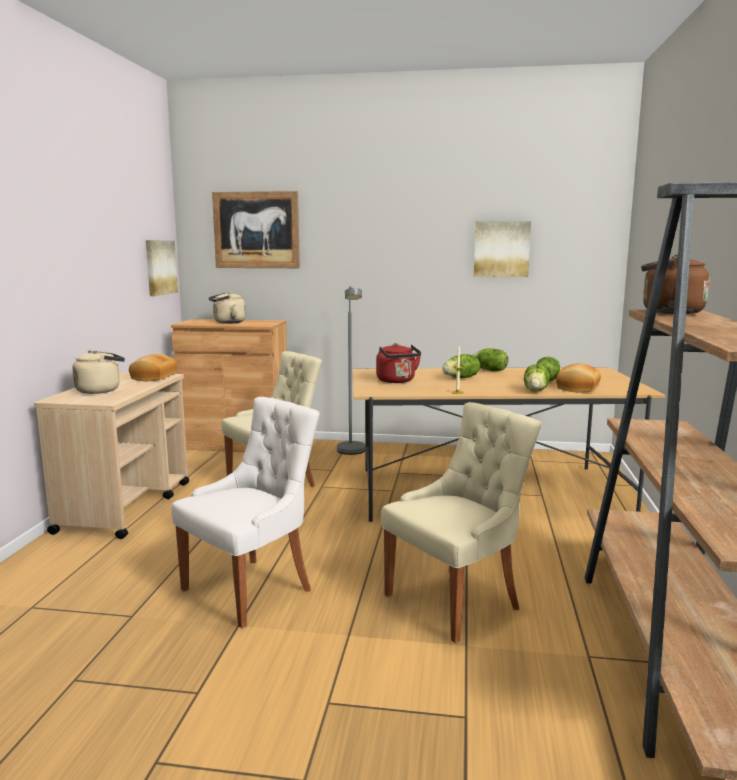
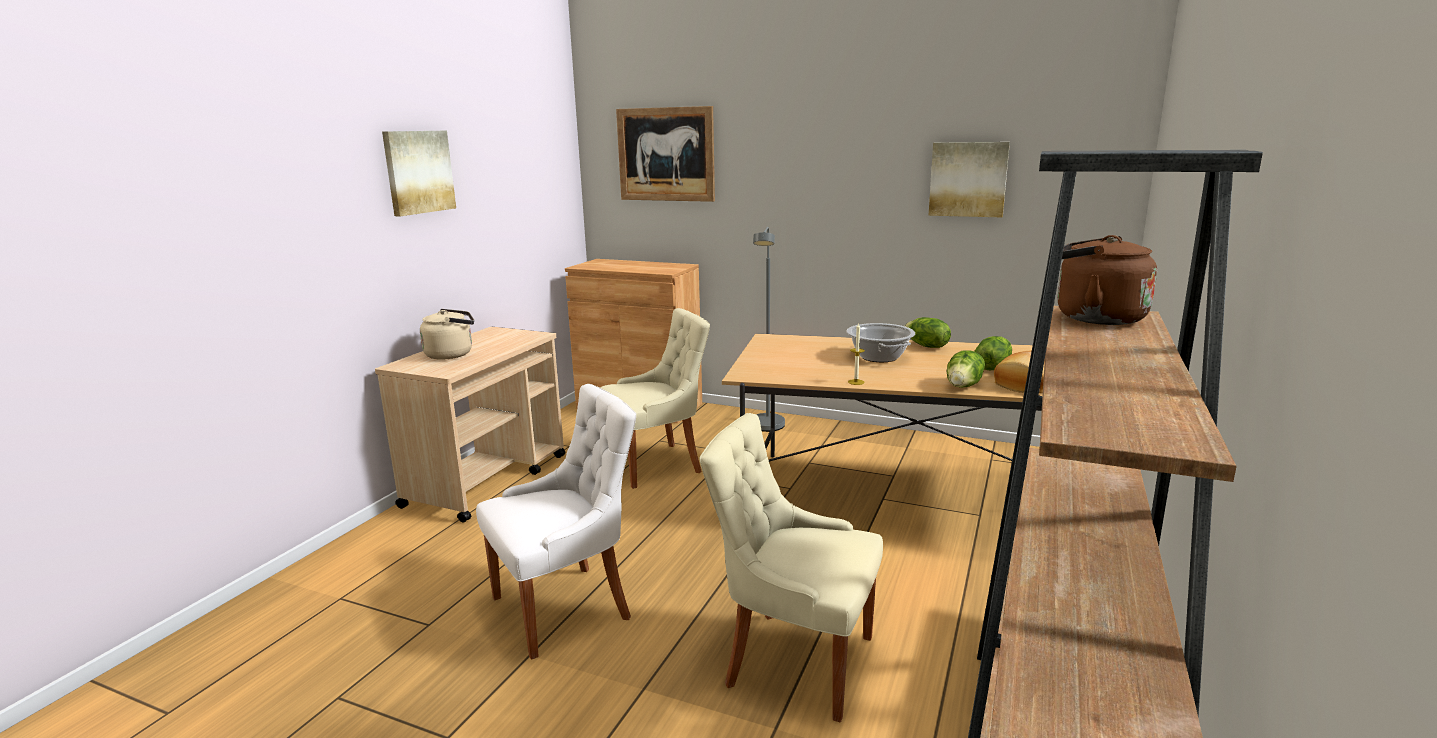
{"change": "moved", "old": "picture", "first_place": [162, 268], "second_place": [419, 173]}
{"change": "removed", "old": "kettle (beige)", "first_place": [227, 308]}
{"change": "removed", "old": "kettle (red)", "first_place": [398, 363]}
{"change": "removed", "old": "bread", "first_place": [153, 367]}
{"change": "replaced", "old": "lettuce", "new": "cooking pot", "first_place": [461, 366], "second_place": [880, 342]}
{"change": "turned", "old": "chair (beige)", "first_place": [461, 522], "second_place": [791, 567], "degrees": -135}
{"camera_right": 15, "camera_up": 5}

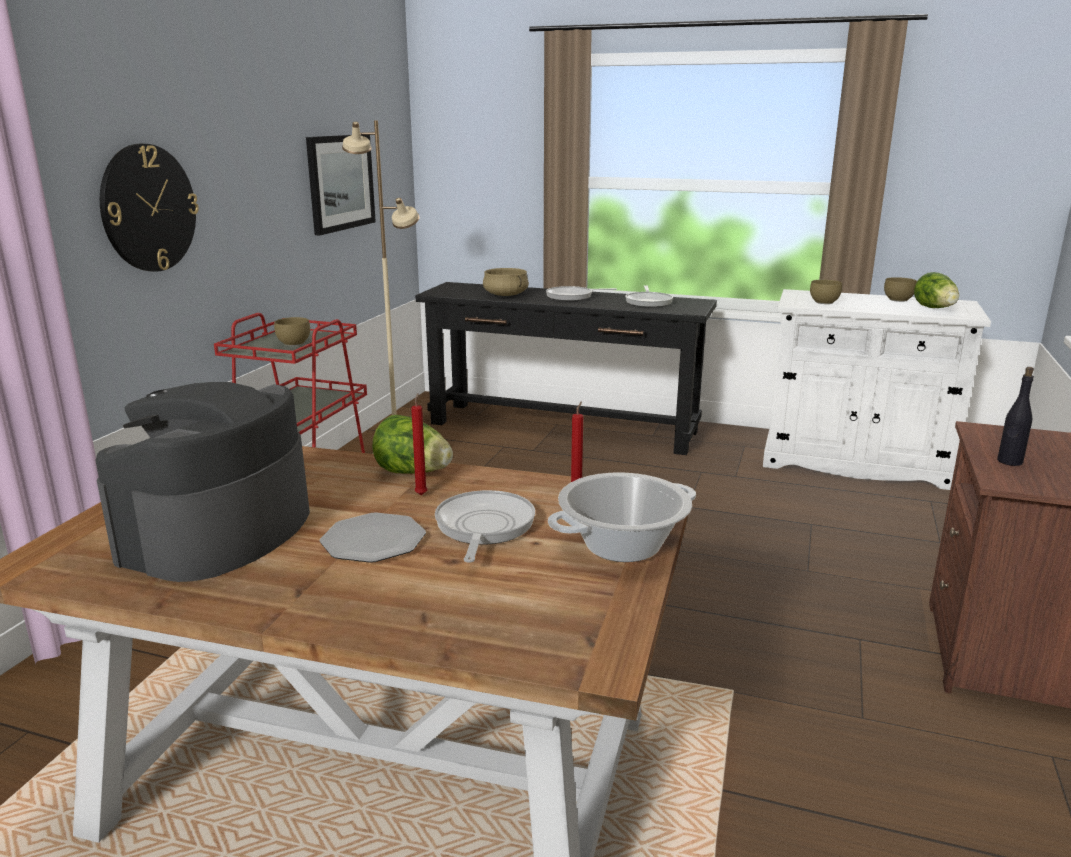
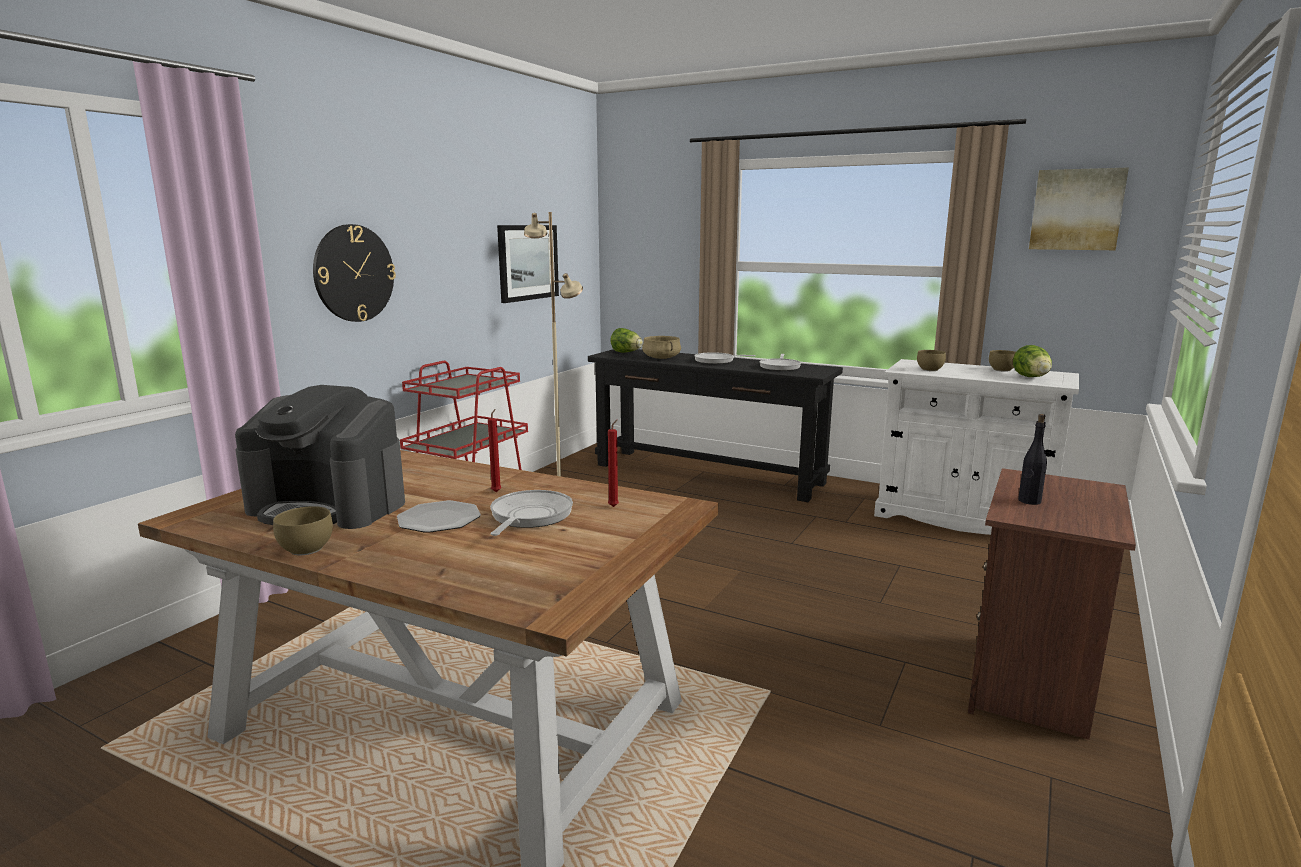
{"change": "moved", "old": "bowl (brown)", "first_place": [292, 331], "second_place": [303, 530]}
{"change": "turned", "old": "coffee machine", "first_place": [202, 482], "second_place": [320, 457], "degrees": -105}
{"change": "moved", "old": "lettuce", "first_place": [412, 444], "second_place": [626, 340]}
{"change": "removed", "old": "cooking pot", "first_place": [622, 517]}
{"change": "added", "new": "picture", "second_place": [1079, 208]}
{"camera_right": 10, "camera_up": -5}

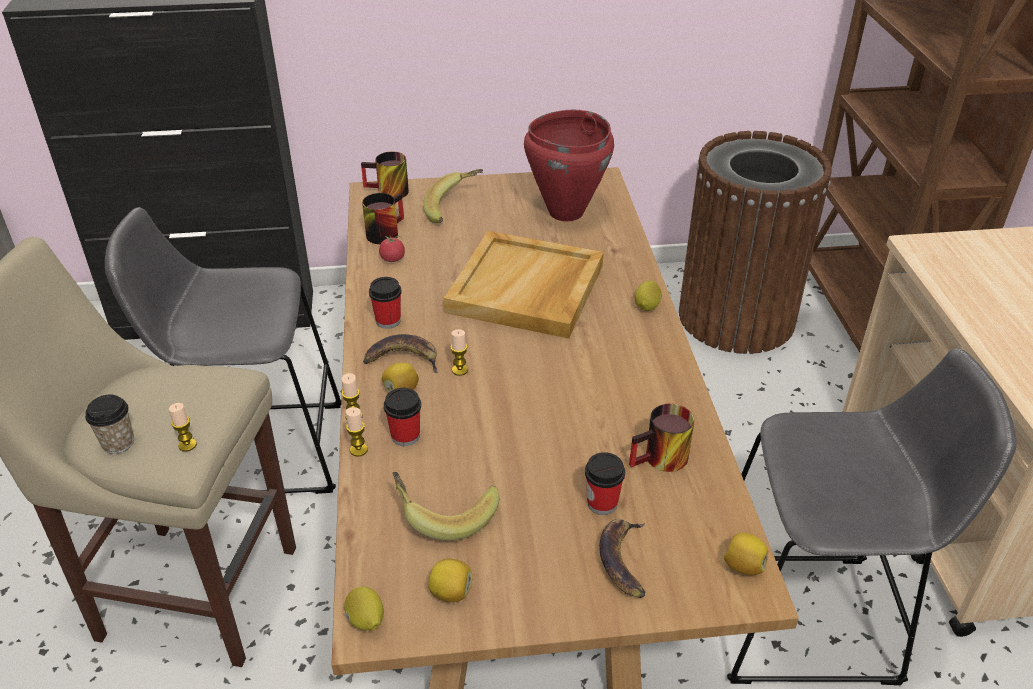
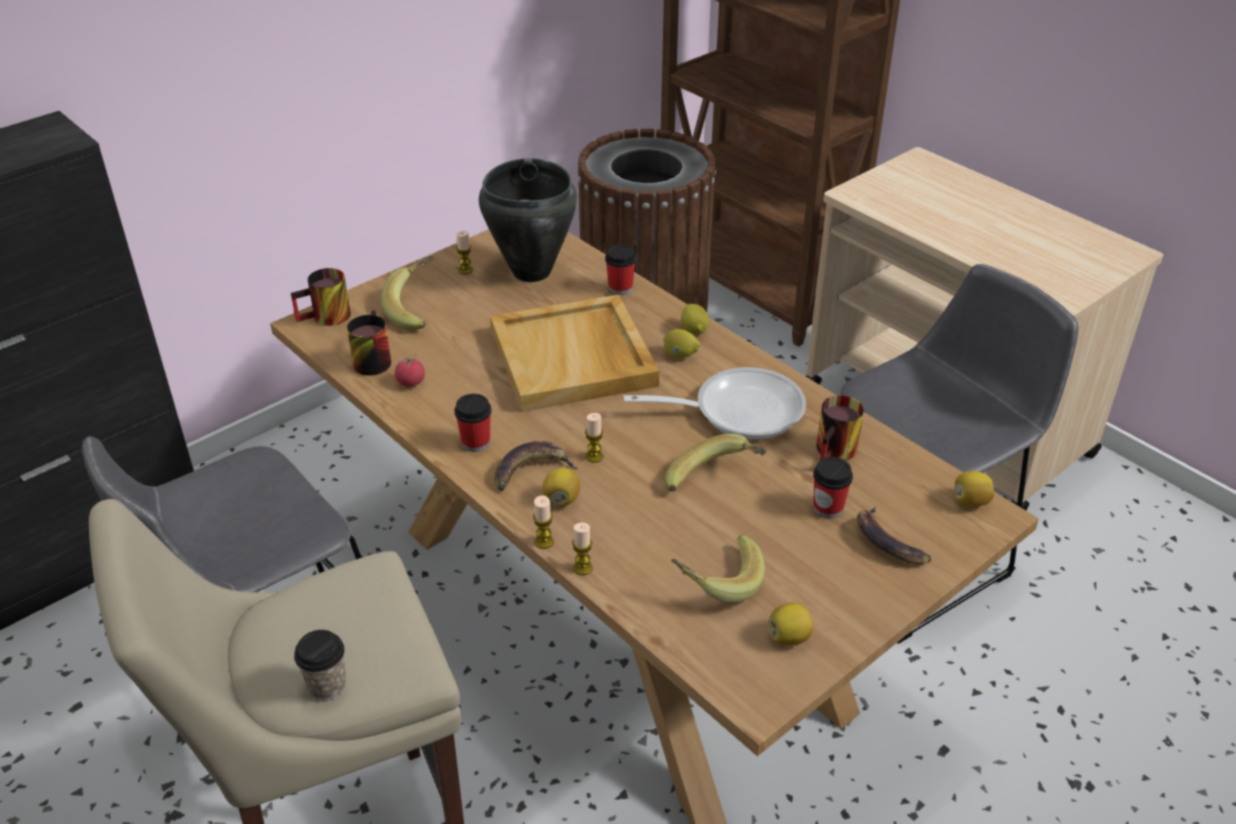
{"change": "recoloured", "old": "cooking pot (red)", "new": "cooking pot (black)", "first_place": [569, 165], "second_place": [528, 220]}
{"change": "moved", "old": "cup", "first_place": [402, 417], "second_place": [620, 269]}
{"change": "moved", "old": "candle", "first_place": [183, 427], "second_place": [464, 253]}
{"change": "moved", "old": "lemon", "first_place": [364, 608], "second_place": [681, 343]}
{"change": "added", "new": "frying pan", "second_place": [714, 403]}
{"change": "added", "new": "banana", "second_place": [716, 462]}
{"camera_right": -35, "camera_up": 0}

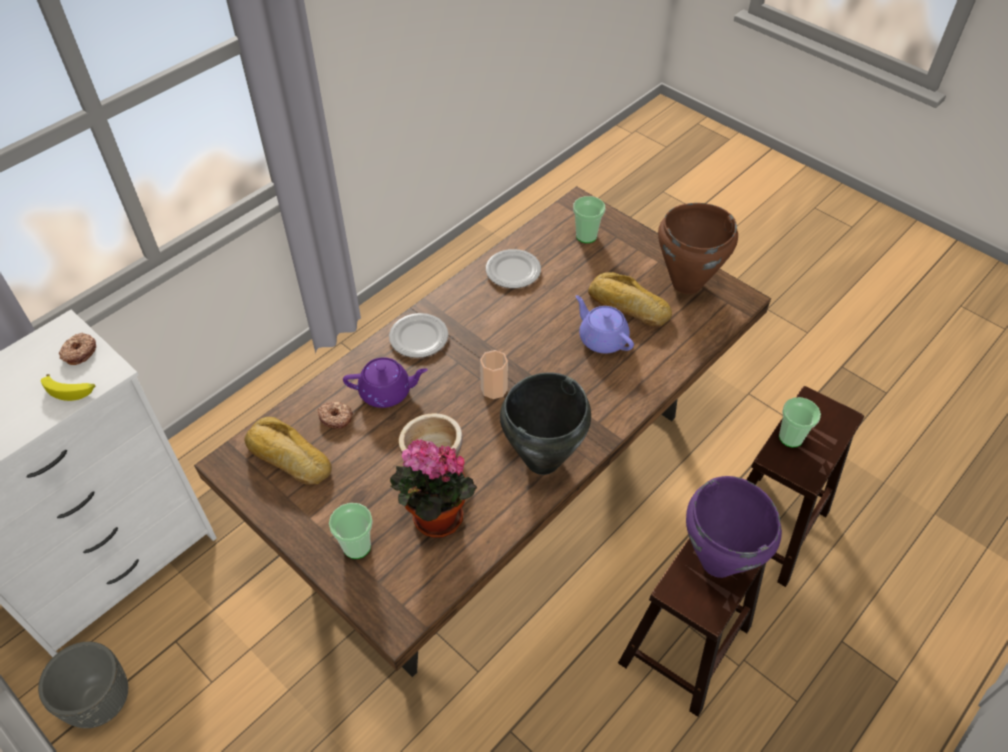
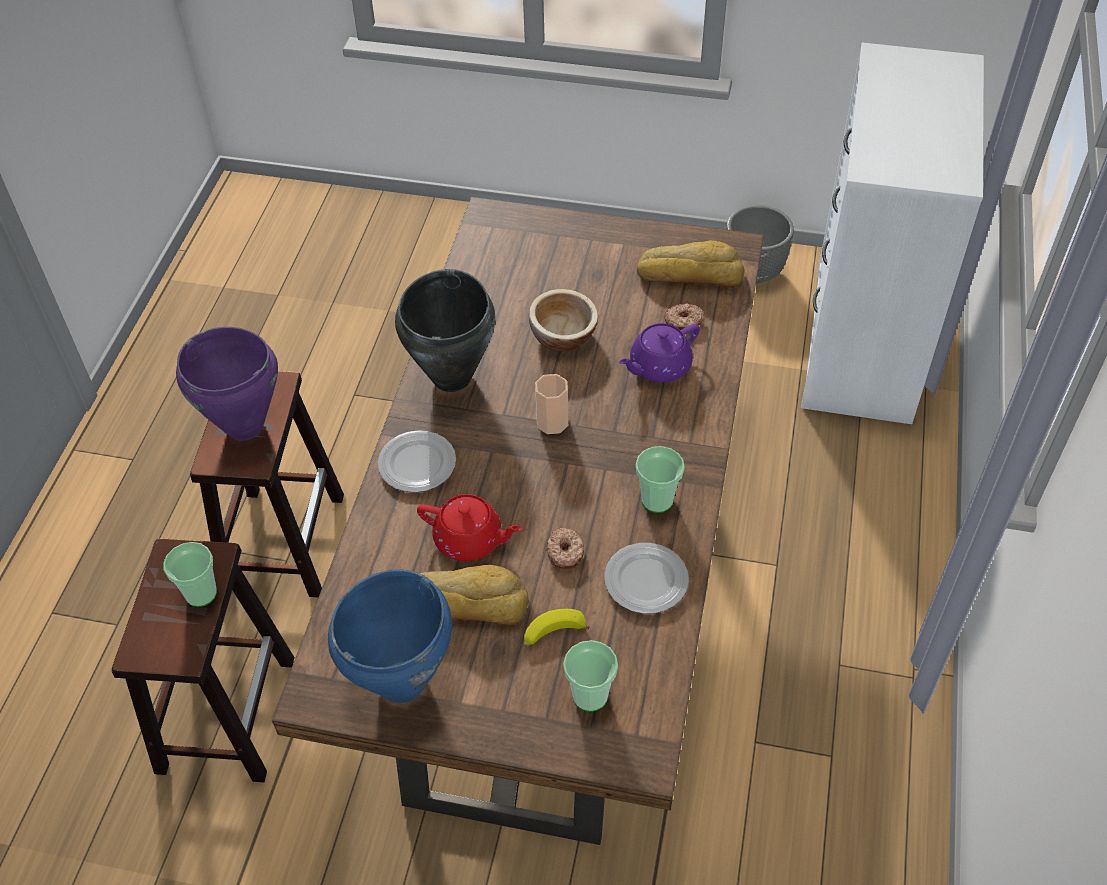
{"change": "recoloured", "old": "cooking pot (brown)", "new": "cooking pot (blue)", "first_place": [698, 248], "second_place": [390, 636]}
{"change": "recoloured", "old": "teapot (purple)", "new": "teapot (red)", "first_place": [605, 324], "second_place": [469, 527]}
{"change": "moved", "old": "plate", "first_place": [418, 335], "second_place": [417, 461]}
{"change": "moved", "old": "donut", "first_place": [77, 349], "second_place": [565, 548]}
{"change": "moved", "old": "banana", "first_place": [68, 387], "second_place": [557, 628]}
{"change": "removed", "old": "potted plant", "first_place": [433, 488]}
{"change": "moved", "old": "cup", "first_place": [351, 531], "second_place": [660, 479]}
{"camera_right": 150, "camera_up": 0}

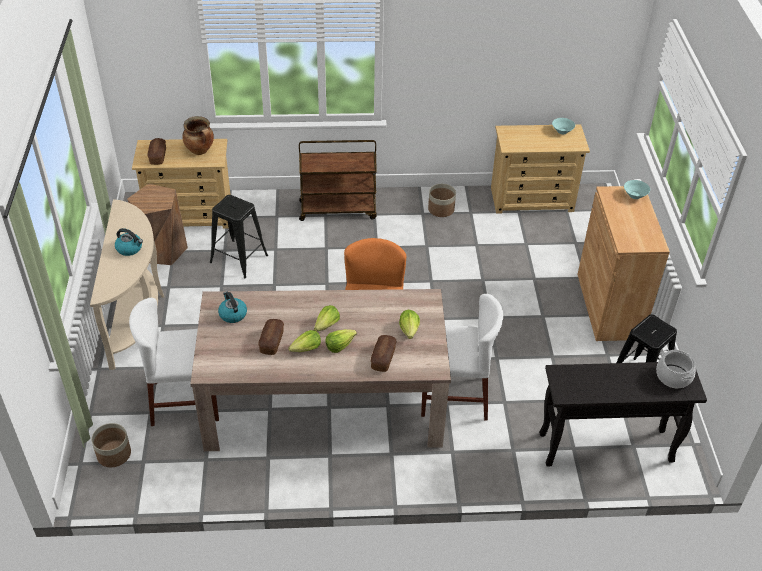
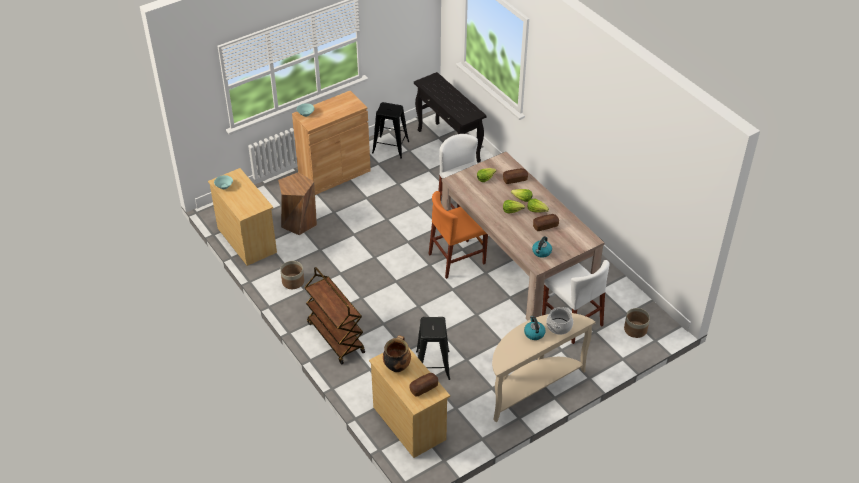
{"change": "moved", "old": "stool (brown)", "first_place": [157, 224], "second_place": [297, 203]}
{"change": "moved", "old": "cooking pot", "first_place": [676, 368], "second_place": [559, 321]}
{"camera_right": -120, "camera_up": 0}

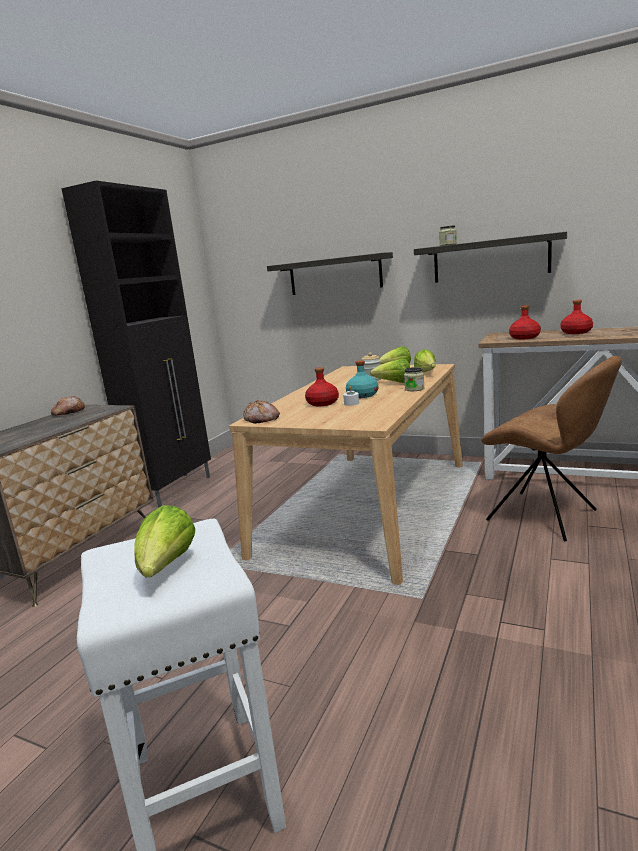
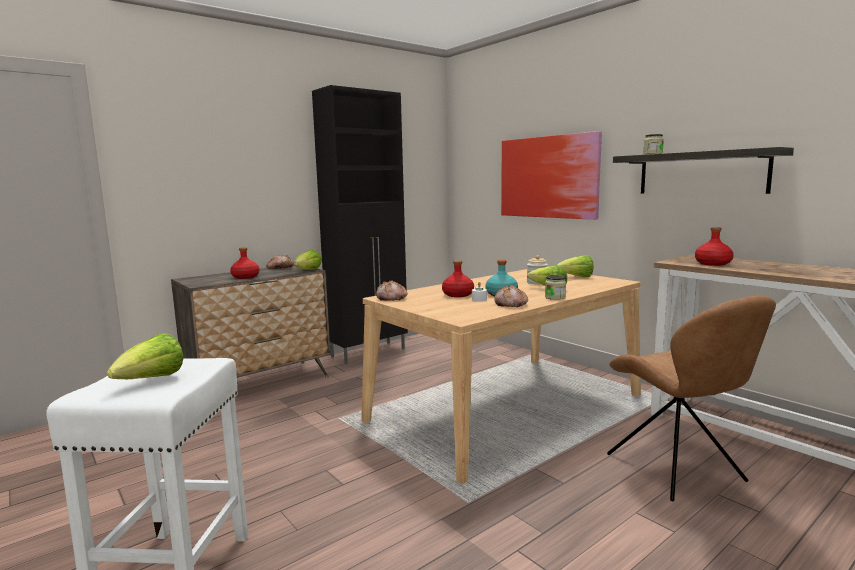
{"change": "replaced", "old": "shelf", "new": "picture", "first_place": [330, 273], "second_place": [551, 175]}
{"change": "moved", "old": "bottle (red)", "first_place": [576, 317], "second_place": [245, 263]}
{"change": "moved", "old": "lettuce", "first_place": [425, 360], "second_place": [308, 259]}
{"change": "added", "new": "bread", "second_place": [511, 296]}
{"camera_right": 25, "camera_up": -5}

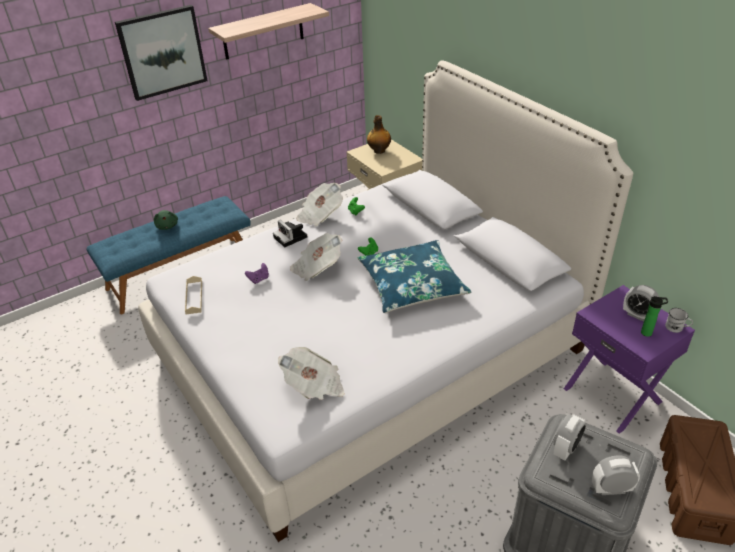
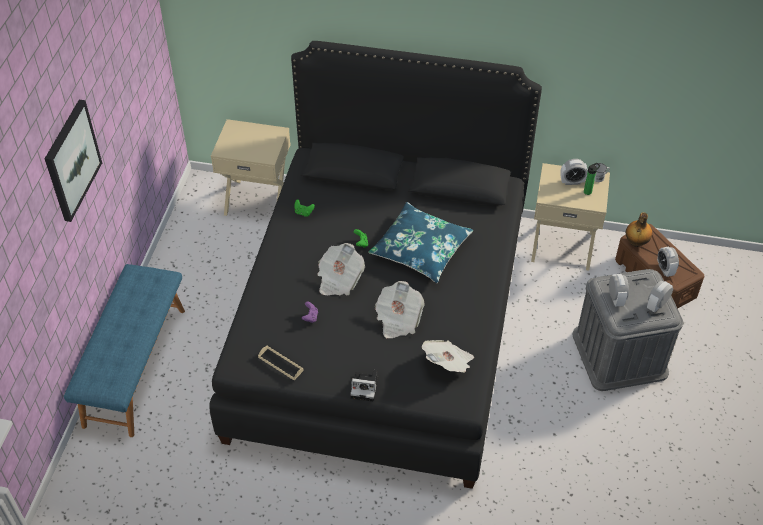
{"change": "removed", "old": "shelf", "first_place": [268, 31]}
{"change": "recoloured", "old": "bed (white)", "new": "bed (black)", "first_place": [385, 301], "second_place": [375, 265]}
{"change": "moved", "old": "bottle", "first_place": [379, 134], "second_place": [639, 229]}
{"change": "moved", "old": "newspaper", "first_place": [319, 204], "second_place": [400, 309]}
{"change": "removed", "old": "plush toy (green)", "first_place": [166, 220]}
{"change": "moved", "old": "photo camera", "first_place": [290, 233], "second_place": [364, 386]}
{"change": "recoloured", "old": "nightstand (purple)", "new": "nightstand (beige)", "first_place": [629, 359], "second_place": [570, 216]}
{"change": "added", "new": "alarm clock", "second_place": [668, 261]}
{"camera_right": -45, "camera_up": 10}

